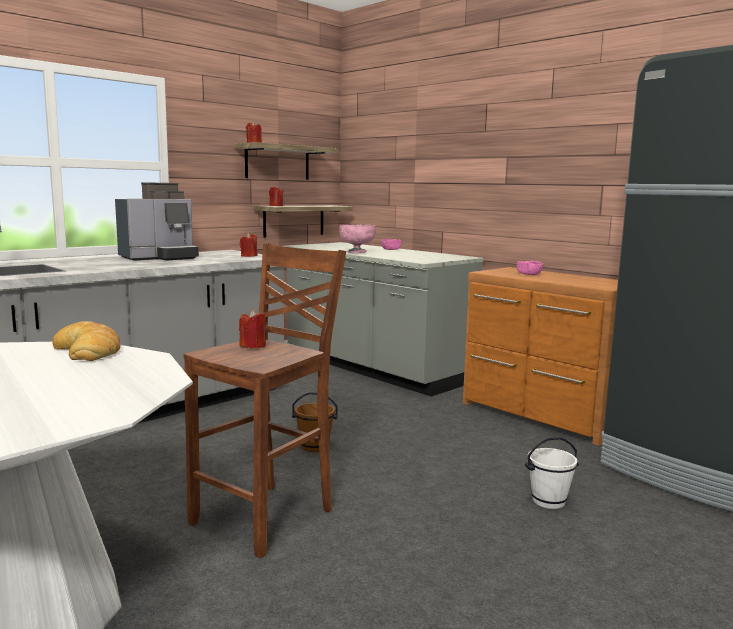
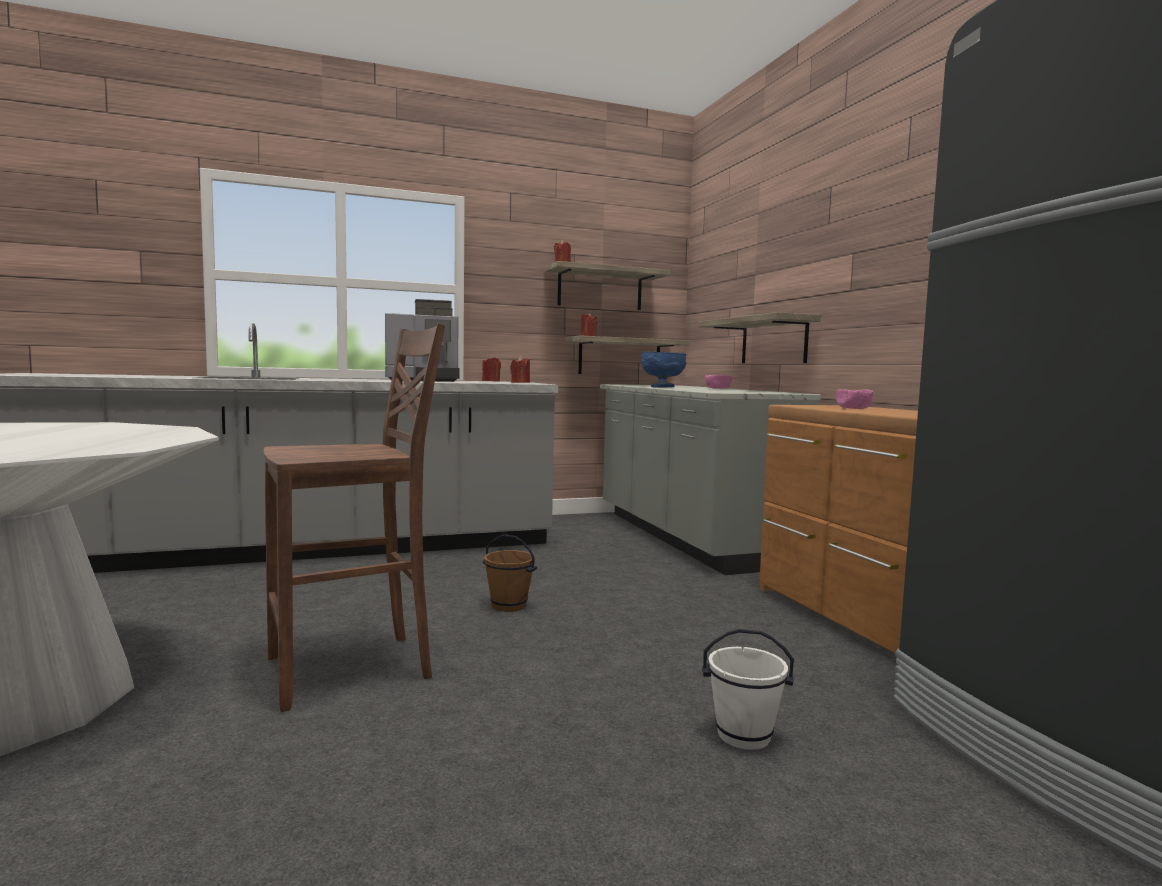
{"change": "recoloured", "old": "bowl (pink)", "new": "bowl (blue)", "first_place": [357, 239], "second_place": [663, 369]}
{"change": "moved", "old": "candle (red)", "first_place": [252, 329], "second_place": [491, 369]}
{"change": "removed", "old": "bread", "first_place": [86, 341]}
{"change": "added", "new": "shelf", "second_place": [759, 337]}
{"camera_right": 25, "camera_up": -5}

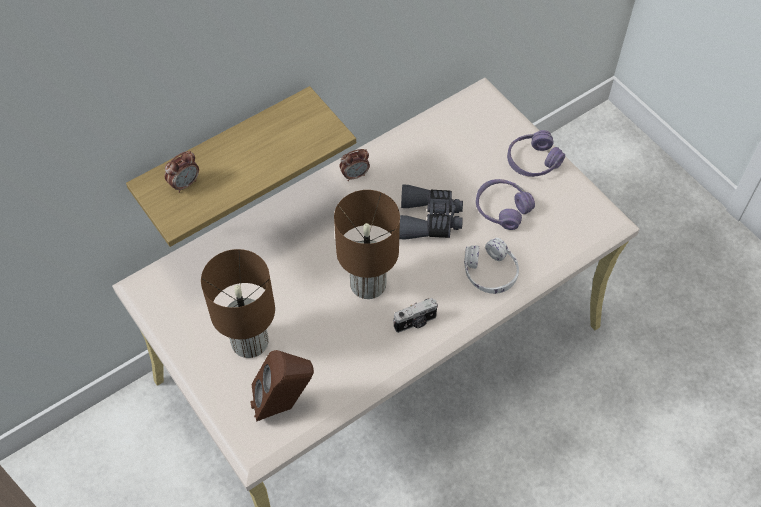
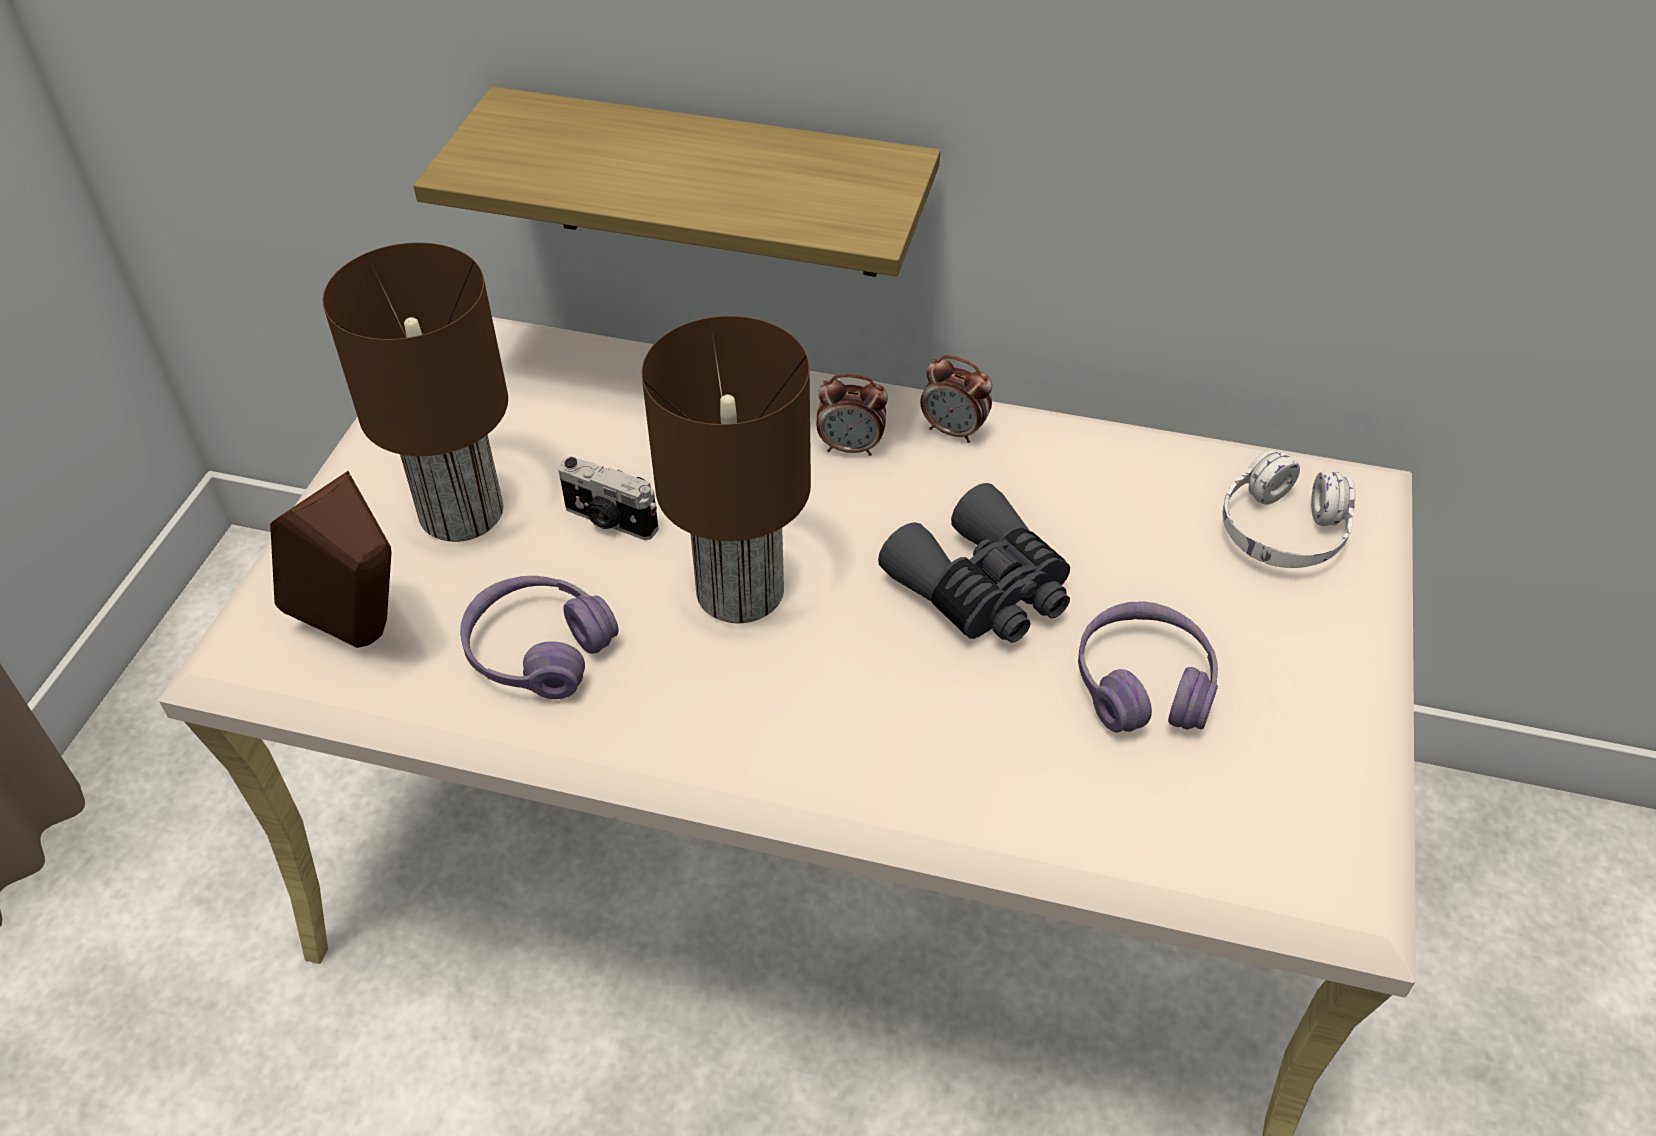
{"change": "moved", "old": "headphones (purple)", "first_place": [536, 153], "second_place": [539, 637]}
{"change": "moved", "old": "alarm clock", "first_place": [182, 172], "second_place": [852, 415]}
{"change": "moved", "old": "headphones (white)", "first_place": [491, 266], "second_place": [1289, 509]}
{"change": "moved", "old": "photo camera", "first_place": [415, 315], "second_place": [608, 498]}
{"camera_right": 50, "camera_up": -10}

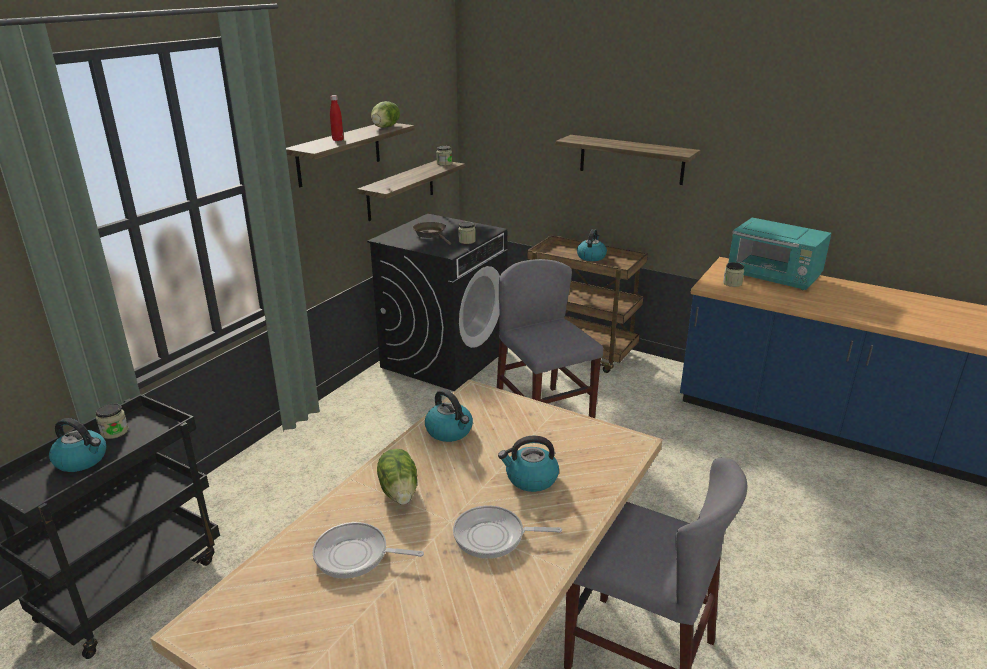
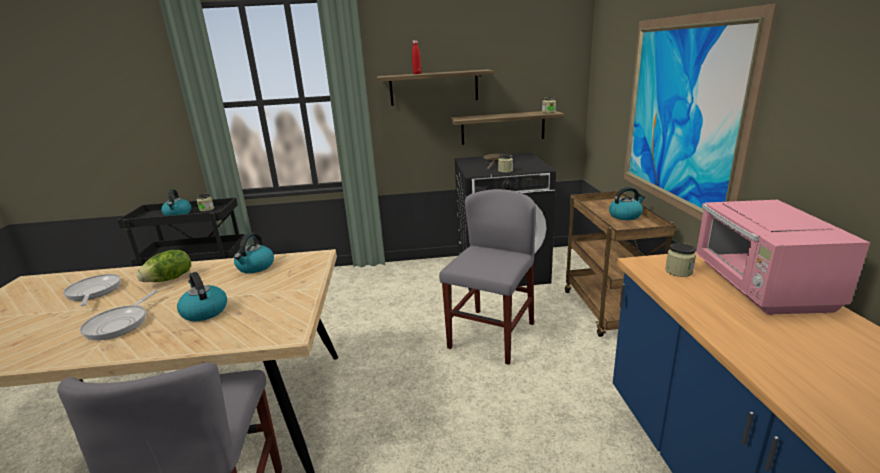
{"change": "removed", "old": "lettuce", "first_place": [385, 114]}
{"change": "replaced", "old": "shelf", "new": "picture", "first_place": [628, 160], "second_place": [700, 112]}
{"change": "recoloured", "old": "microwave (turquoise)", "new": "microwave (pink)", "first_place": [780, 254], "second_place": [783, 257]}
{"change": "turned", "old": "frying pan", "first_place": [507, 532], "second_place": [119, 315], "degrees": -135}
{"camera_right": 55, "camera_up": -5}

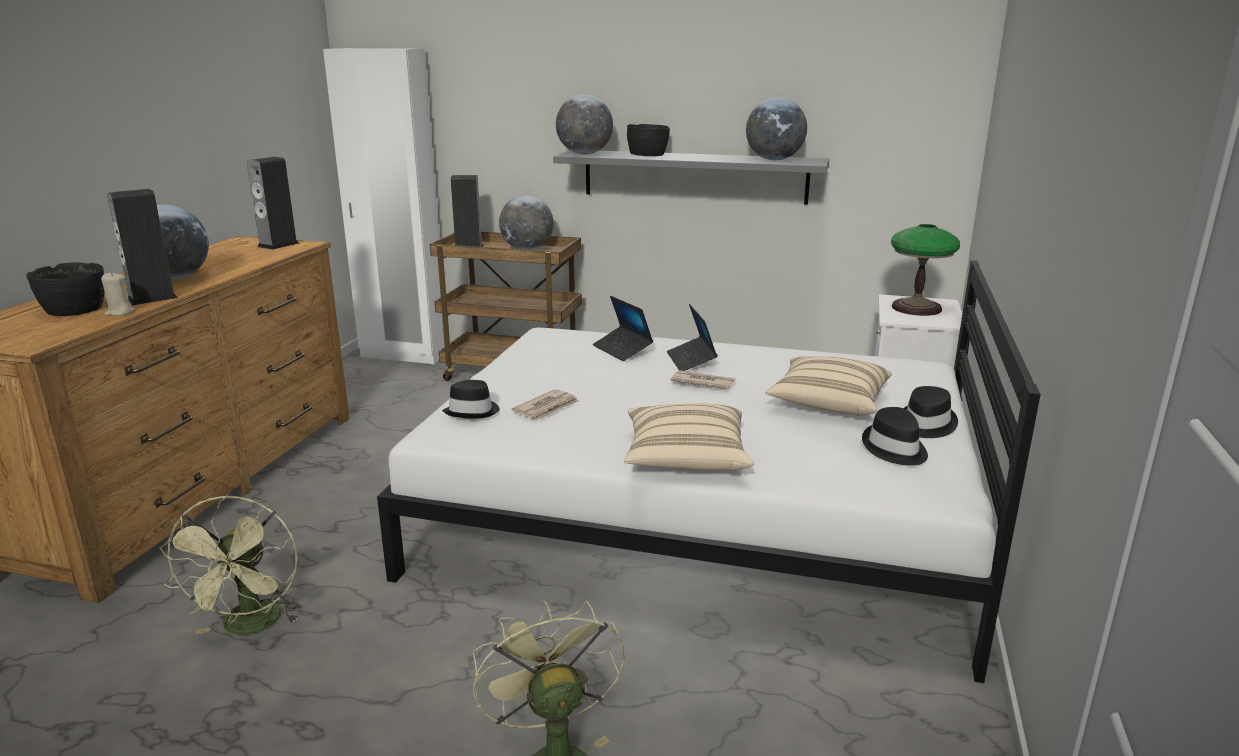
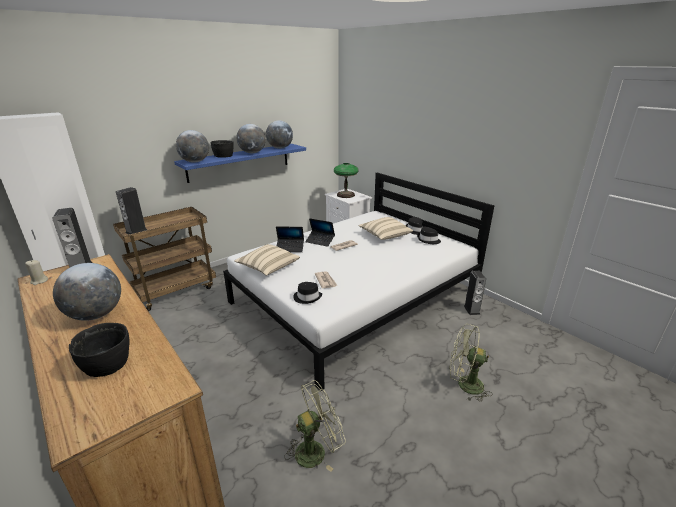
{"change": "recoloured", "old": "shelf (grey)", "new": "shelf (blue)", "first_place": [691, 177], "second_place": [240, 163]}
{"change": "moved", "old": "speaker", "first_place": [142, 247], "second_place": [475, 293]}
{"change": "moved", "old": "globe", "first_place": [526, 222], "second_place": [251, 138]}
{"change": "moved", "old": "candle (beige)", "first_place": [117, 294], "second_place": [36, 272]}
{"change": "moved", "old": "pillow (beige)", "first_place": [689, 437], "second_place": [267, 260]}
{"change": "turned", "old": "fan (green)", "first_place": [230, 565], "second_place": [315, 426], "degrees": -60}
{"camera_right": -55, "camera_up": 5}

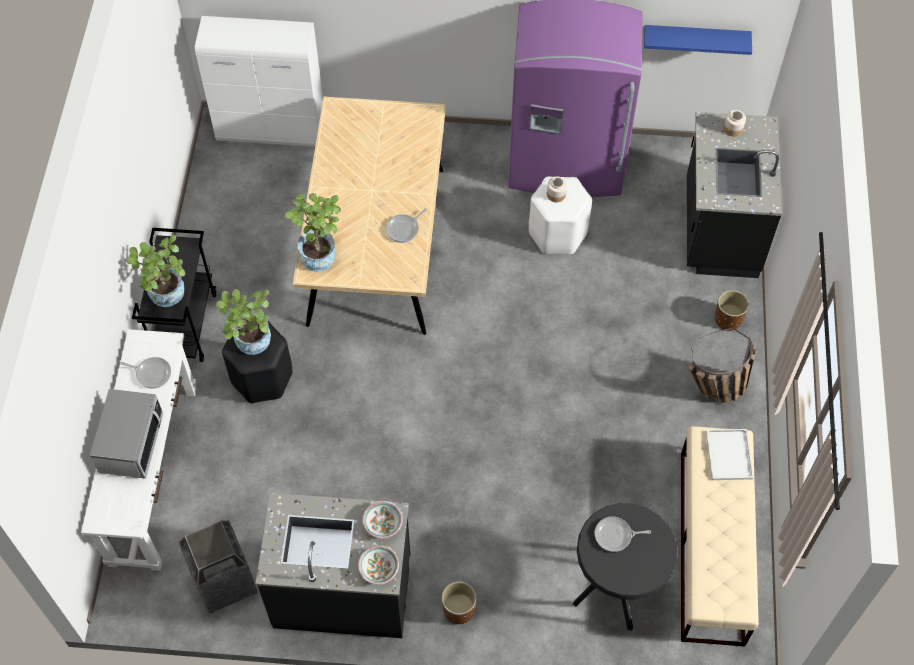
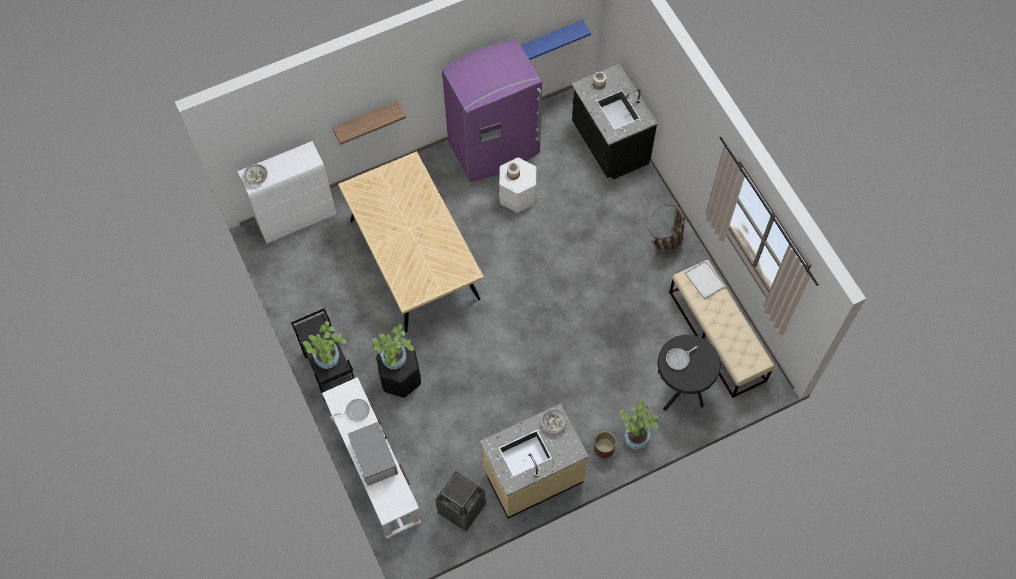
{"change": "moved", "old": "potted plant", "first_place": [313, 232], "second_place": [638, 424]}
{"change": "removed", "old": "frying pan", "first_place": [407, 225]}
{"change": "removed", "old": "planter (brown)", "first_place": [732, 310]}
{"change": "recoloured", "old": "counter (black)", "new": "counter (beige)", "first_place": [332, 565], "second_place": [534, 461]}
{"change": "moved", "old": "bowl", "first_place": [378, 565], "second_place": [256, 174]}
{"change": "added", "new": "shelf", "second_place": [369, 123]}
{"camera_right": -30, "camera_up": 5}

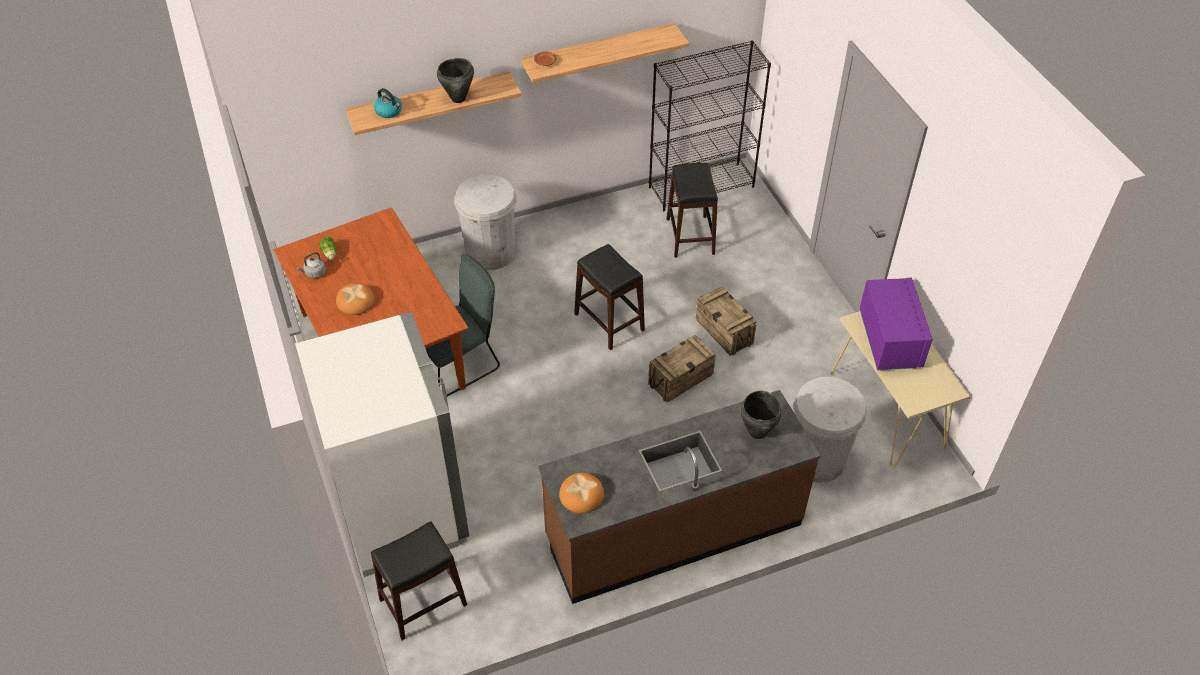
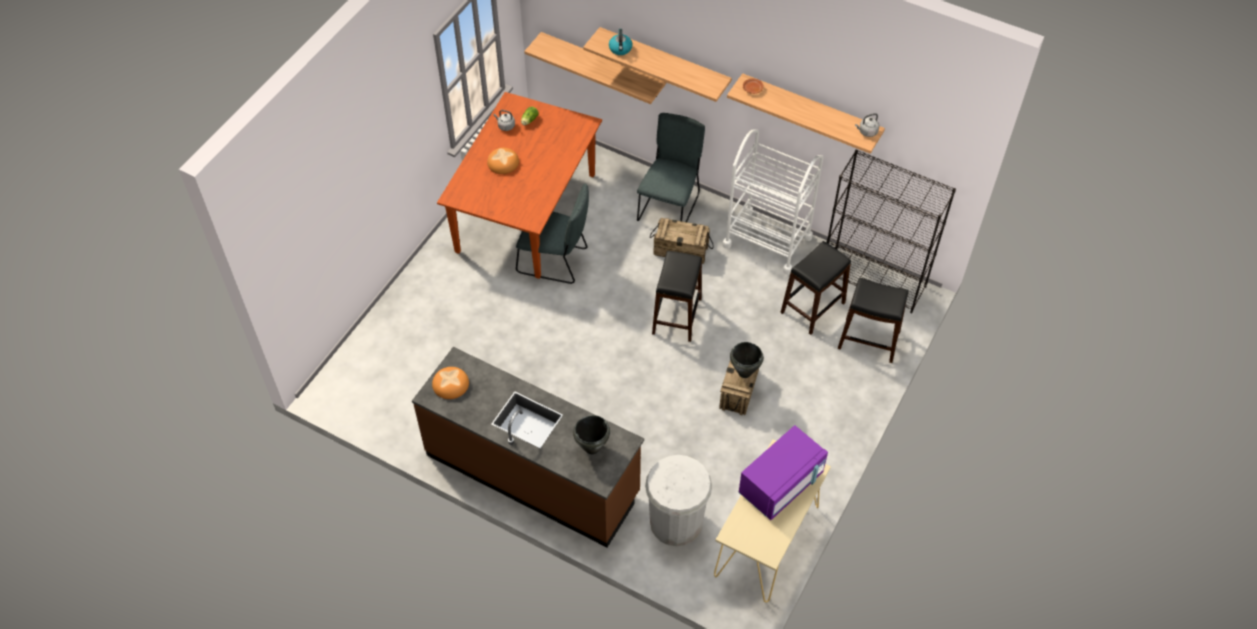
{"change": "moved", "old": "cooking pot (black)", "first_place": [455, 80], "second_place": [747, 360]}
{"change": "replaced", "old": "trash can (white)", "new": "chair (grey)", "first_place": [485, 222], "second_place": [671, 167]}
{"change": "removed", "old": "fridge (white)", "first_place": [382, 444]}
{"change": "moved", "old": "crate", "first_place": [682, 368], "second_place": [682, 241]}
{"change": "moved", "old": "stool (black)", "first_place": [419, 581], "second_place": [873, 320]}
{"change": "added", "new": "shelf", "second_place": [595, 68]}
{"change": "added", "new": "kettle (grey)", "second_place": [867, 125]}
{"change": "added", "new": "cart (white)", "second_place": [773, 202]}
{"camera_right": 50, "camera_up": 5}

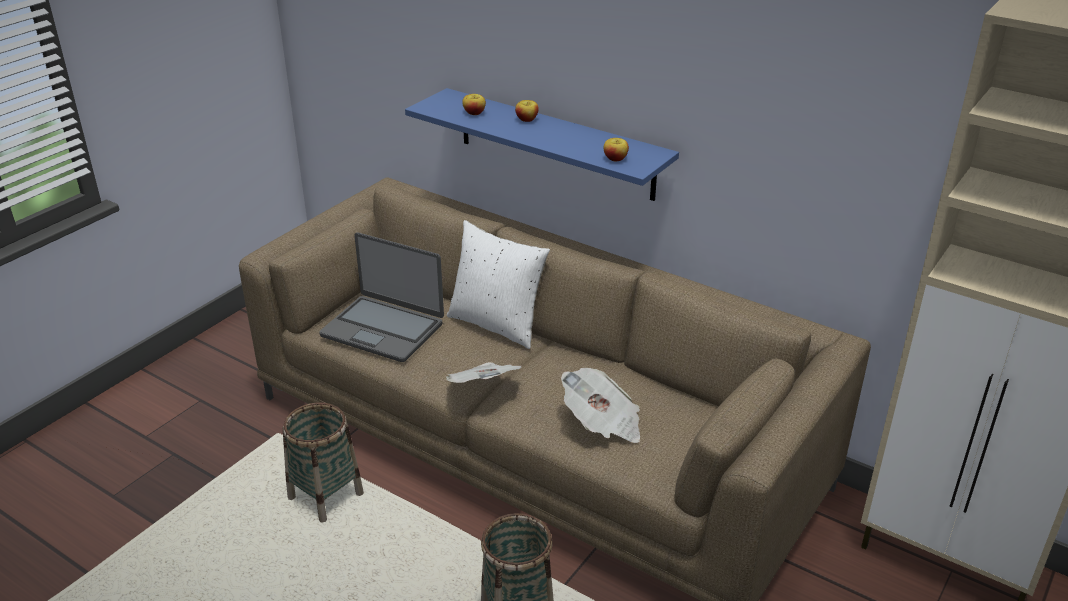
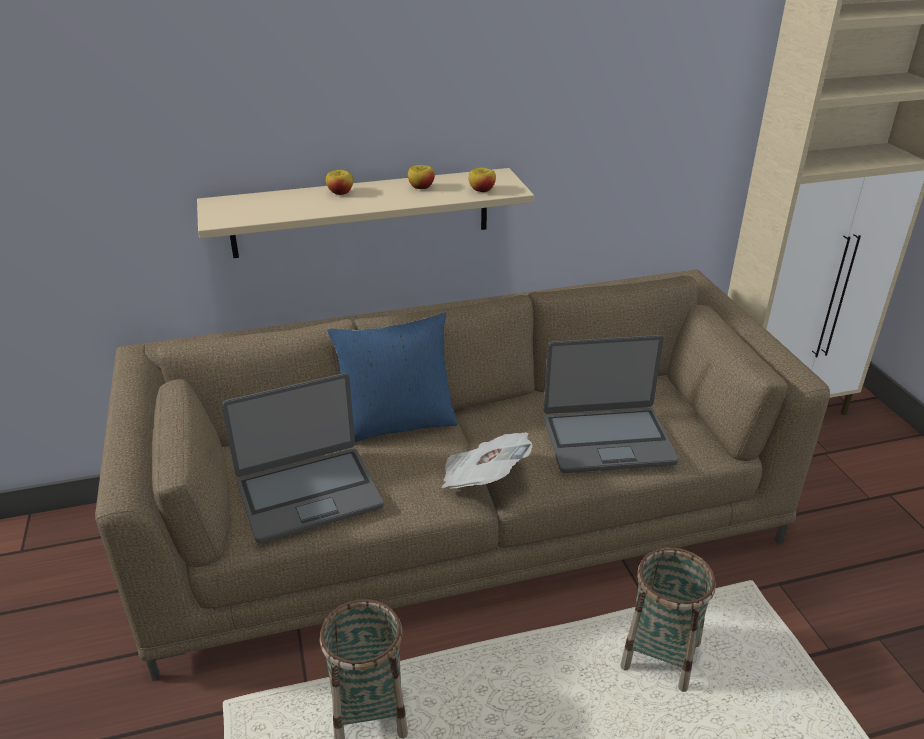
{"change": "recoloured", "old": "shelf (blue)", "new": "shelf (beige)", "first_place": [542, 144], "second_place": [365, 213]}
{"change": "moved", "old": "apple", "first_place": [474, 104], "second_place": [421, 177]}
{"change": "recoloured", "old": "pillow (white)", "new": "pillow (blue)", "first_place": [498, 284], "second_place": [392, 377]}
{"change": "replaced", "old": "newspaper", "new": "laptop", "first_place": [600, 405], "second_place": [611, 404]}
{"camera_right": -50, "camera_up": 0}

